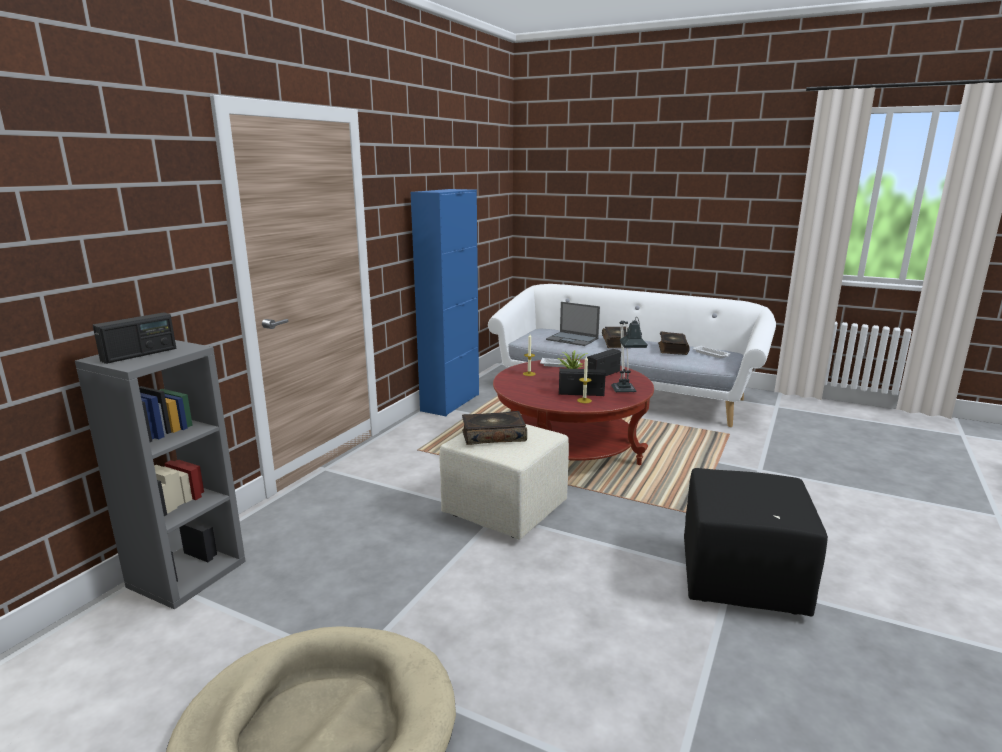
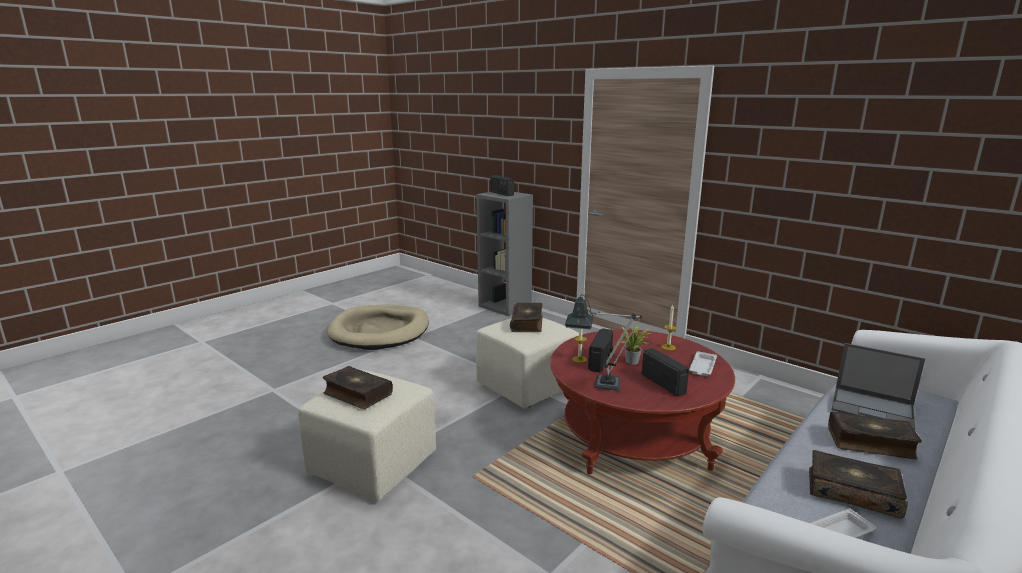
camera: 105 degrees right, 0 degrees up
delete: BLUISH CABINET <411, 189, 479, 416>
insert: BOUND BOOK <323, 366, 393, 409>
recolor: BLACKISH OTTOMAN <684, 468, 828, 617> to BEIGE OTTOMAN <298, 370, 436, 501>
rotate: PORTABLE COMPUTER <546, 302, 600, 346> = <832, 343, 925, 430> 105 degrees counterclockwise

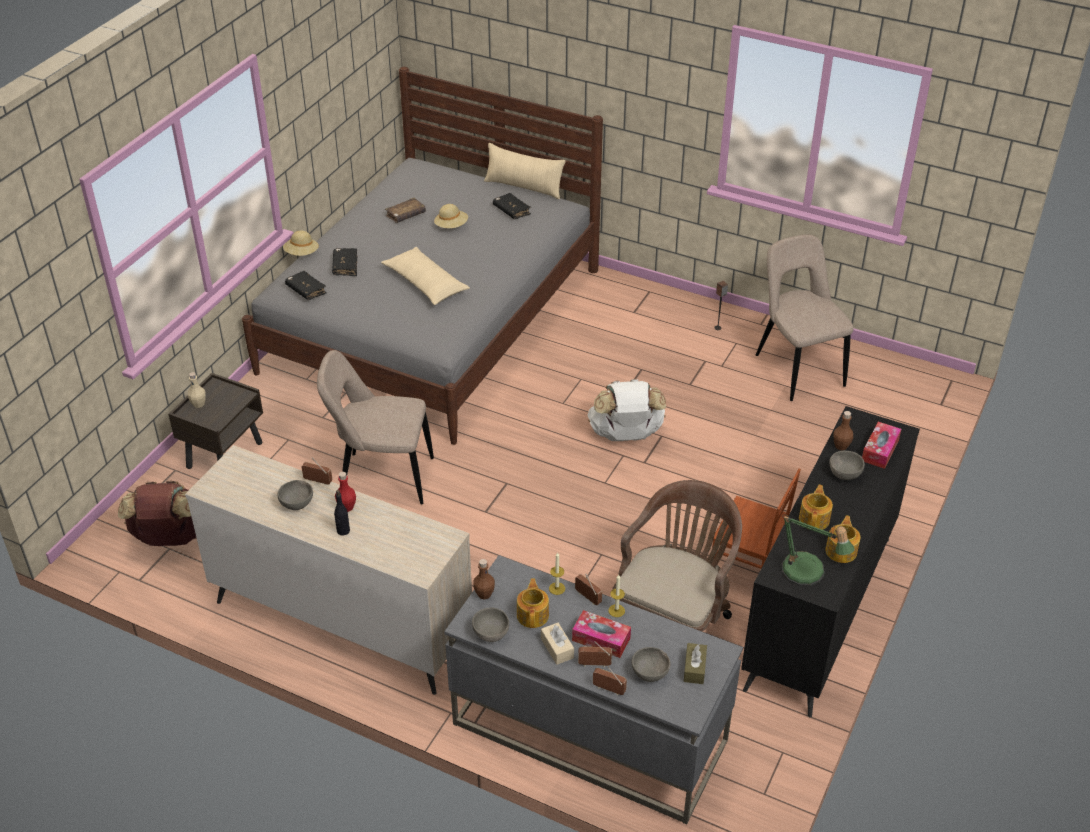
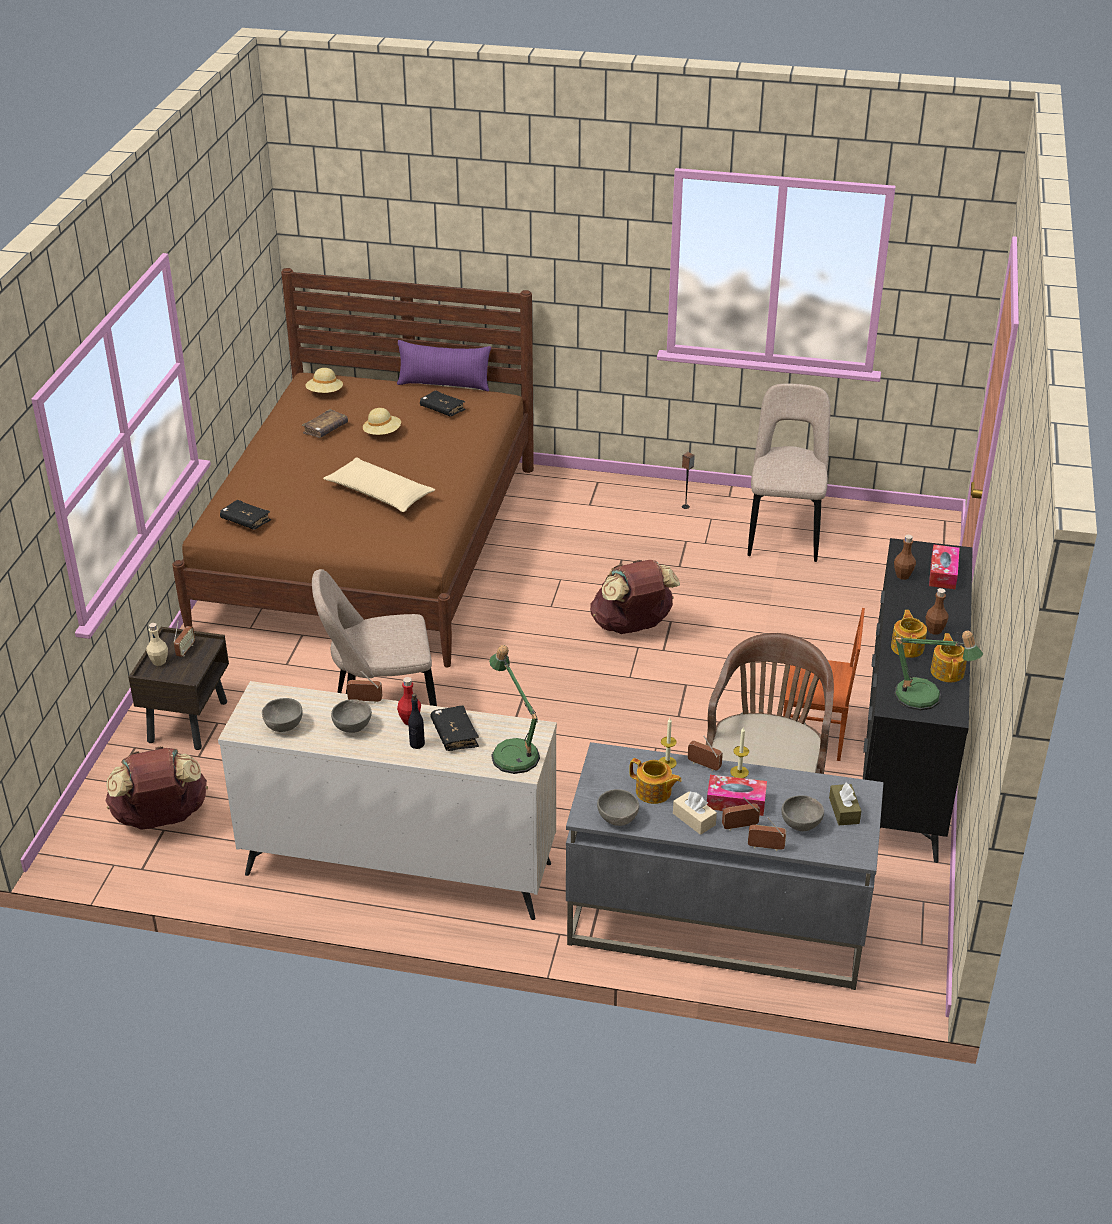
camera: 15 degrees left, 5 degrees down
insert: RADIO RECEIVER <173, 620, 195, 657>; TABLE LAMP <489, 645, 540, 774>
move: BEIGE HAT <283, 231, 319, 256> to <305, 368, 343, 393>; BLACKISH BOUND BOOK <332, 248, 357, 276> to <430, 705, 479, 751>; BROWN BOTTLE <473, 559, 495, 600> to <926, 588, 949, 635>; GRAY BOWL <829, 451, 865, 480> to <262, 698, 302, 732>
recolor: GRAY SLEEPING BED <242, 67, 603, 445> to BROWN SLEEPING BED <172, 268, 534, 668>; BEIGE CUSHION <484, 143, 566, 199> to PURPLISH CUSHION <397, 340, 491, 391>; WHITE-COLOURED KNAPSACK <588, 379, 666, 441> to BROWN KNAPSACK <590, 560, 680, 634>
rotate: TEAPOT <517, 578, 549, 628> = <629, 758, 682, 804> 135 degrees clockwise; BEIGE UPRIGHT CHAIR <756, 234, 854, 401> = <748, 384, 831, 562> 45 degrees clockwise

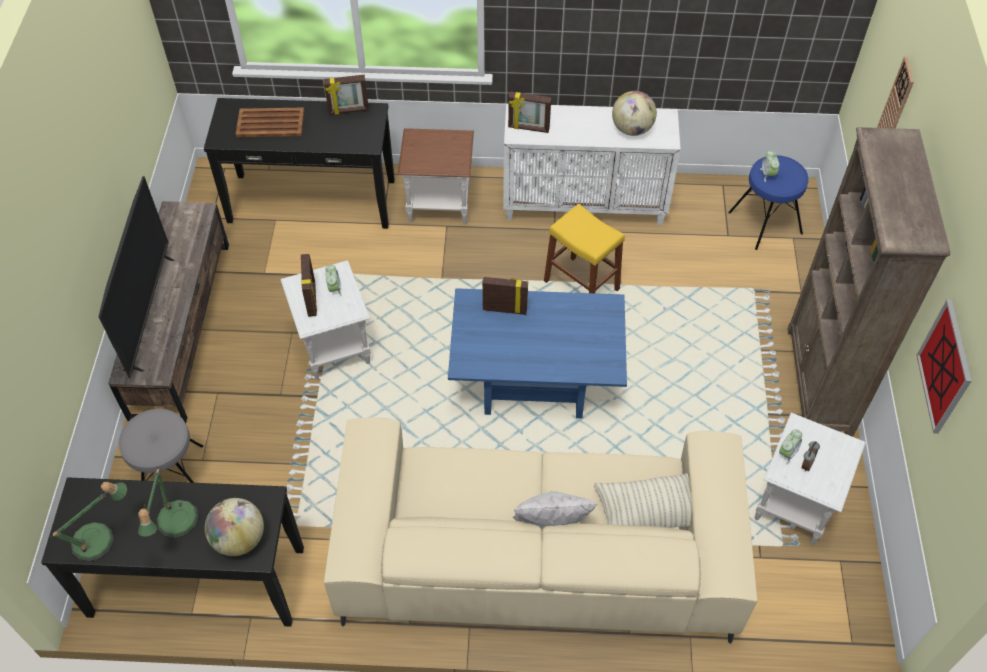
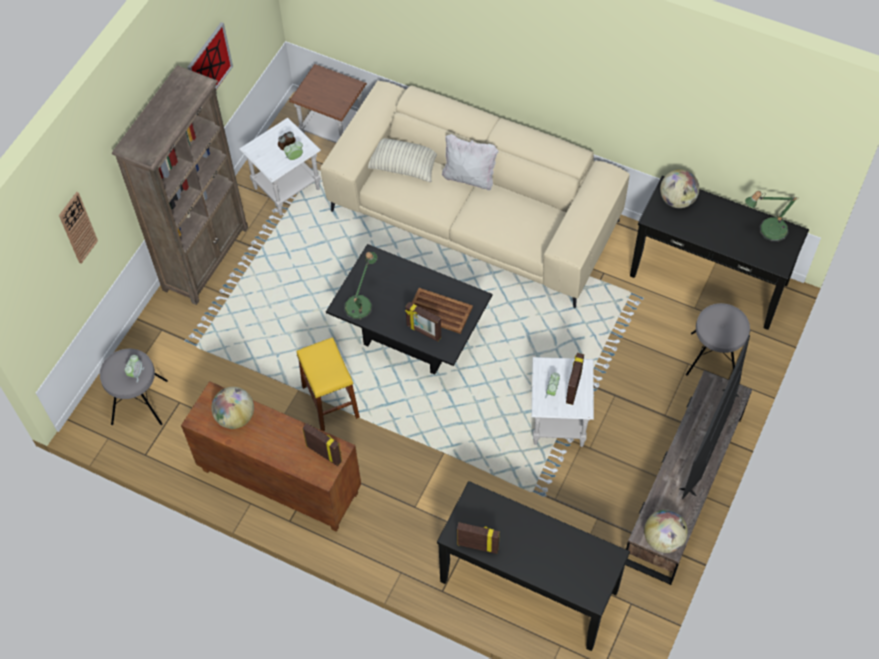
camera: 155 degrees left, 5 degrees up
insert: DESK GLOBE <644, 510, 688, 553>
move: TABLE LAMP <138, 467, 199, 538> to <344, 252, 377, 320>; BROWN CARRYING TRAY <236, 108, 304, 137> to <412, 288, 473, 334>; BROWN SIDE TABLE <398, 128, 474, 225> to <289, 64, 367, 143>
recolor: BLUISH COFFEE TABLE <448, 288, 627, 418> to BLACKISH COFFEE TABLE <326, 244, 492, 375>; WHITE-COLOURED CABINET <503, 103, 681, 225> to BROWN CABINET <181, 381, 361, 532>; BLUISH STOOL SEAT <728, 155, 809, 250> to GRAY STOOL SEAT <100, 349, 168, 425>

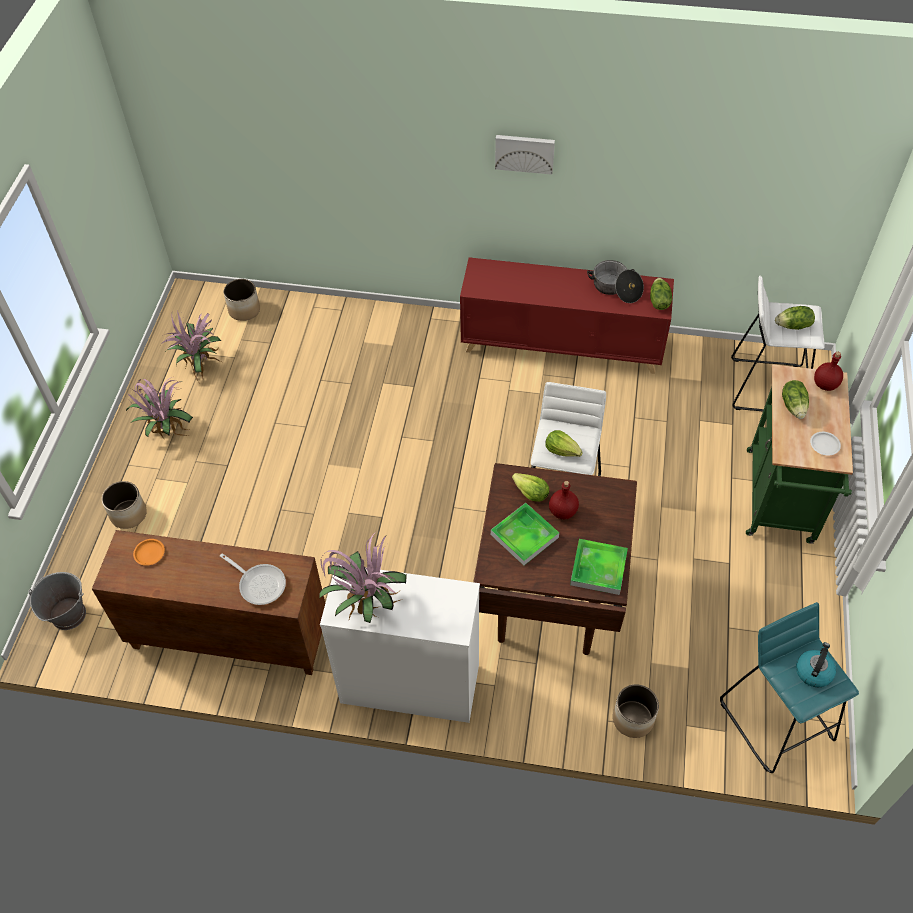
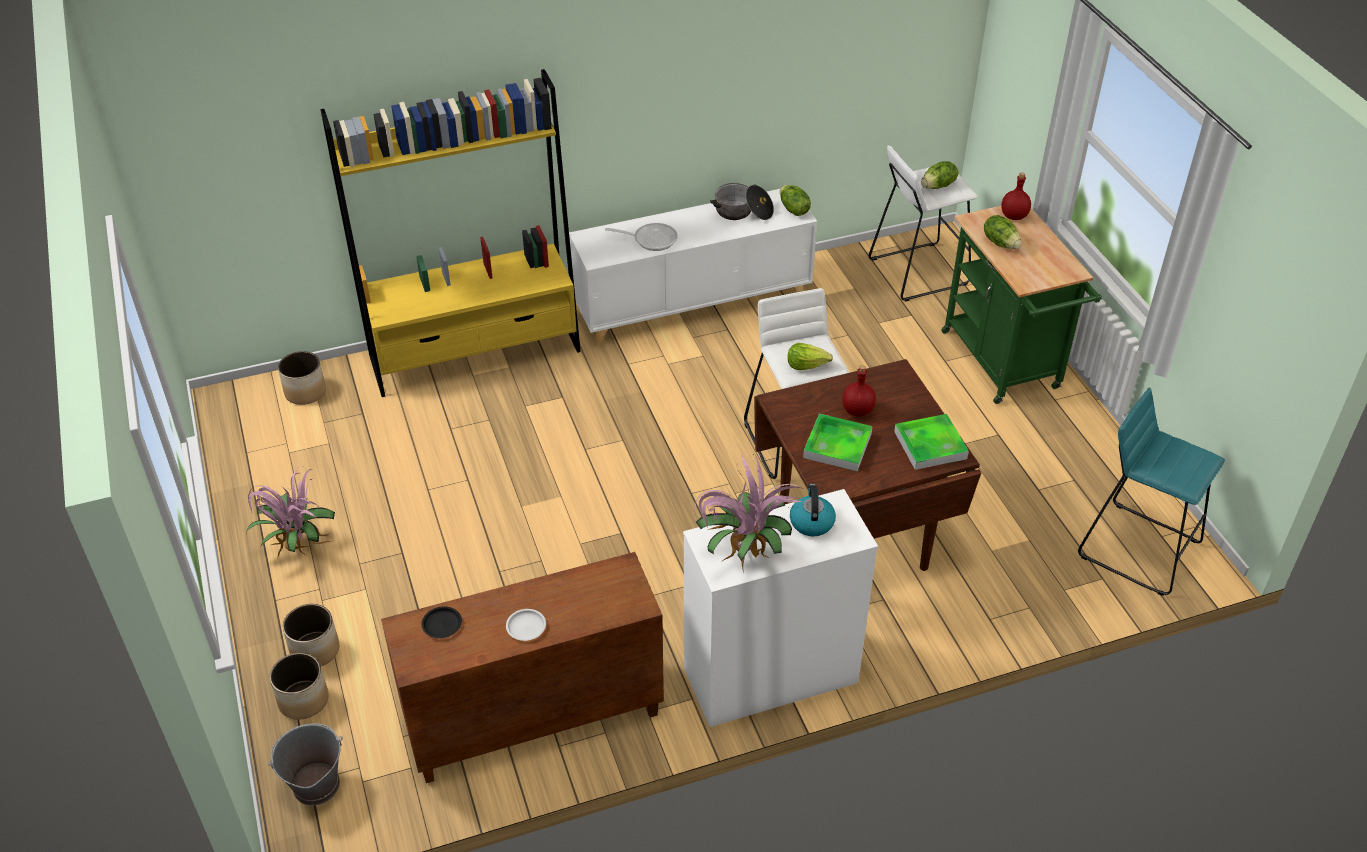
camera: 30 degrees left, 10 degrees down
delete: HOUSEPLANT <161, 310, 221, 384>; PICTURE <495, 135, 555, 175>; LETTUCE HEAD <512, 473, 549, 502>
insert: YELLOW BOOKCASE <321, 69, 581, 397>
move: PAN <220, 553, 286, 605> to <605, 223, 678, 251>; PLANT POT <613, 684, 659, 738> to <270, 653, 329, 720>; KETTLE <796, 642, 836, 688> to <790, 484, 836, 536>; WHITE-COLOURED DINNER PLATE <810, 432, 841, 455> to <506, 609, 546, 641>
recolor: ORANGEY DINNER PLATE <133, 539, 165, 566> to BLACKISH DINNER PLATE <421, 606, 462, 638>; RED CABINET <460, 257, 674, 374> to WHITE-COLOURED CABINET <569, 189, 817, 345>

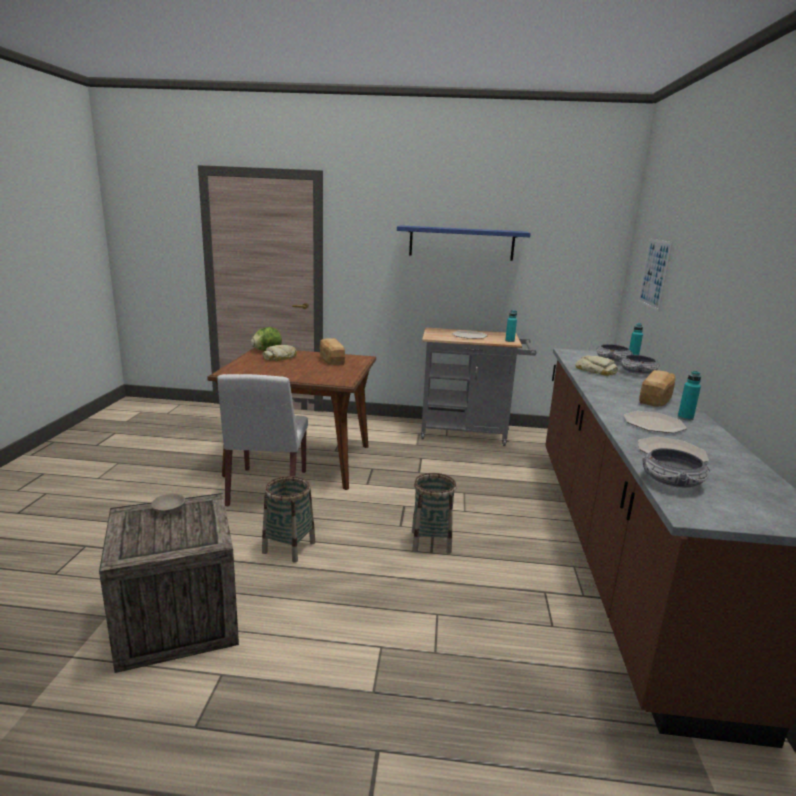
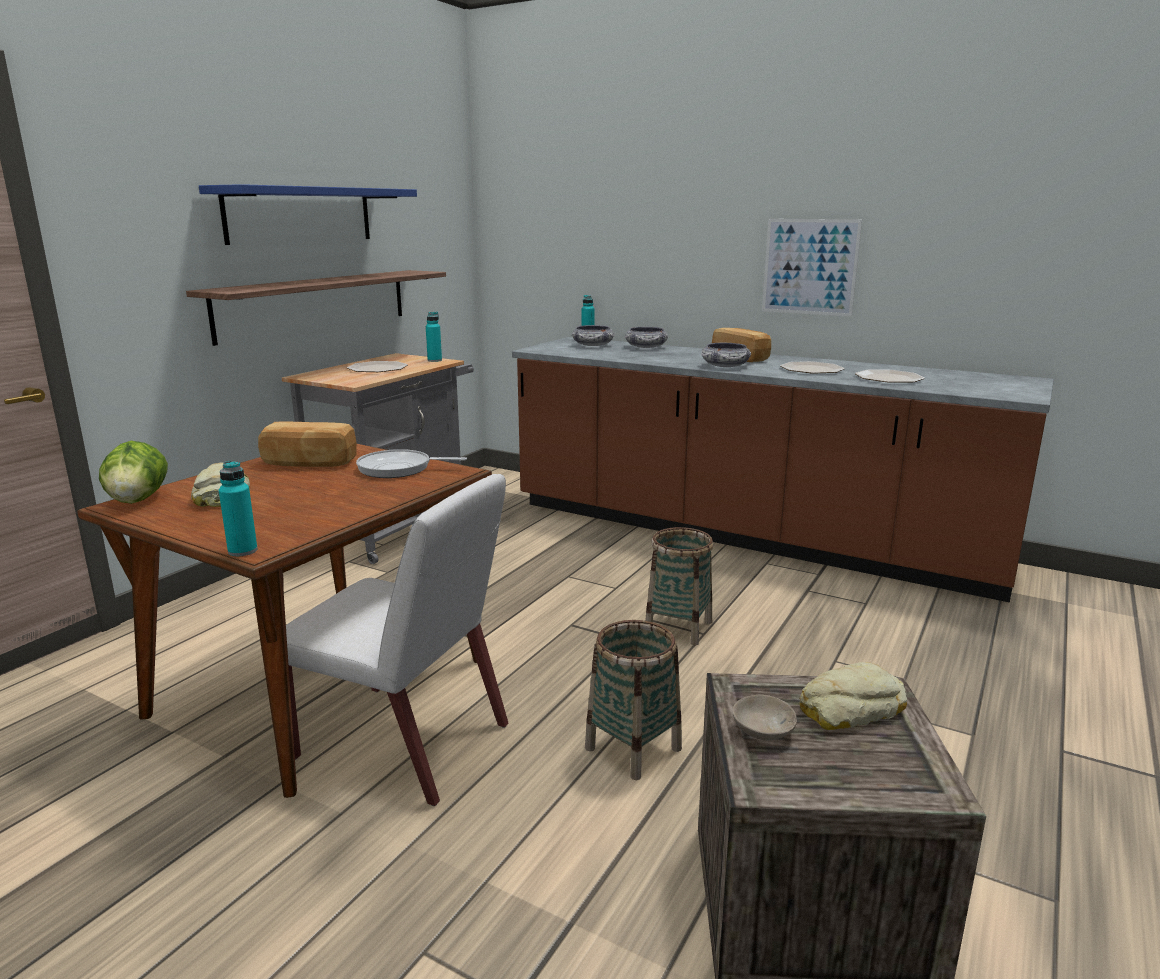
camera: 65 degrees left, 0 degrees up
insert: BRACKET SHELF <186, 270, 446, 346>; PAN <356, 449, 467, 478>
move: BREAD <576, 356, 618, 376> to <799, 662, 907, 730>; PICTURE <638, 239, 673, 312> to <762, 219, 862, 317>; BOWL <641, 448, 710, 488> to <701, 343, 751, 367>; BLUE-GREEN BOTTLE <678, 371, 701, 421> to <219, 461, 258, 556>

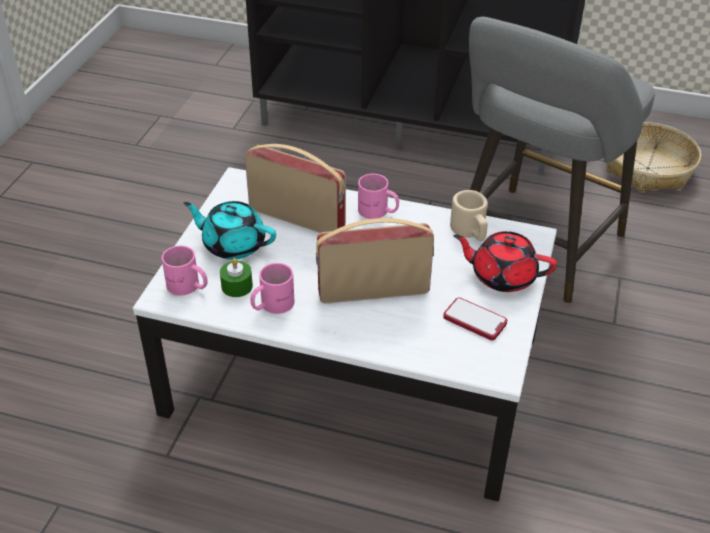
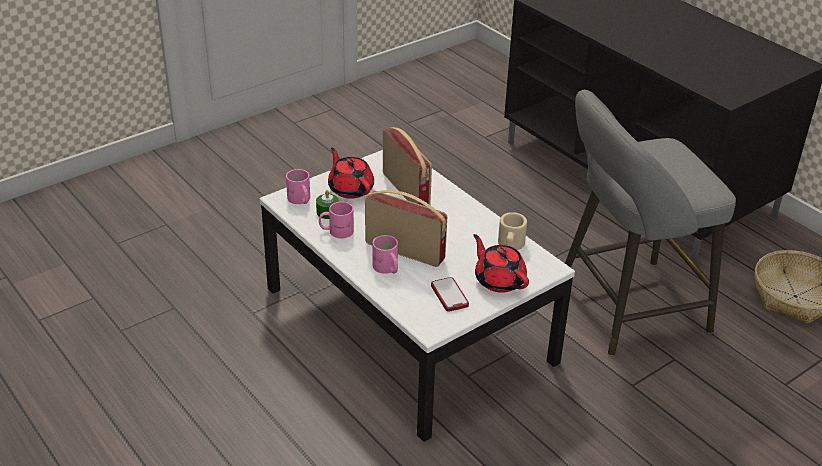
camera: 35 degrees right, 5 degrees down
move: PINK TEA MUG <358, 174, 399, 219> to <373, 235, 398, 274>
recolor: BLUE-GREEN TEAPOT <183, 201, 276, 260> to RED TEAPOT <328, 147, 374, 199>

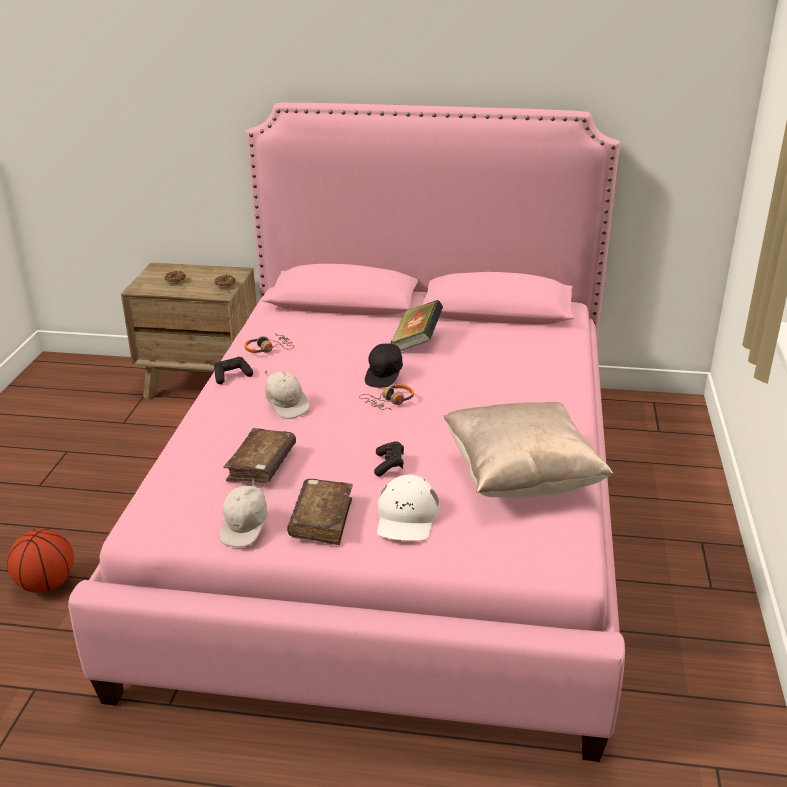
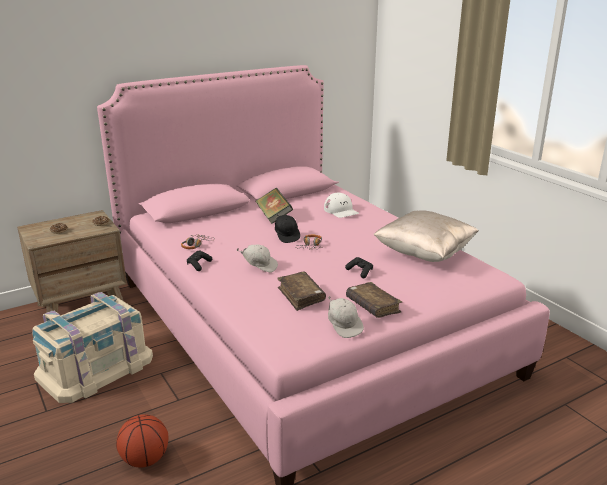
camera: 40 degrees left, 5 degrees down
insert: BEIGE STORAGE CONTAINER <32, 292, 153, 403>
move: WHITE-COLOURED CAP <377, 475, 440, 541> to <324, 193, 359, 218>

